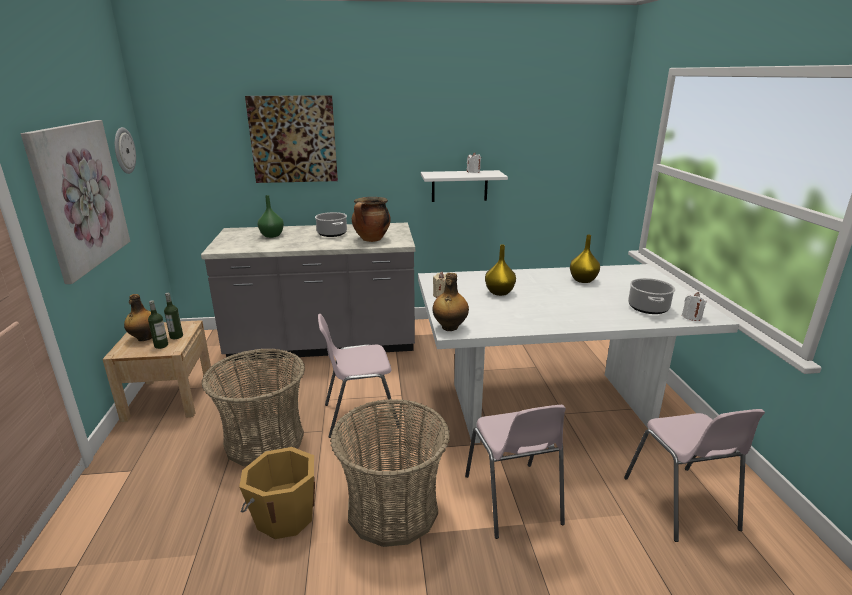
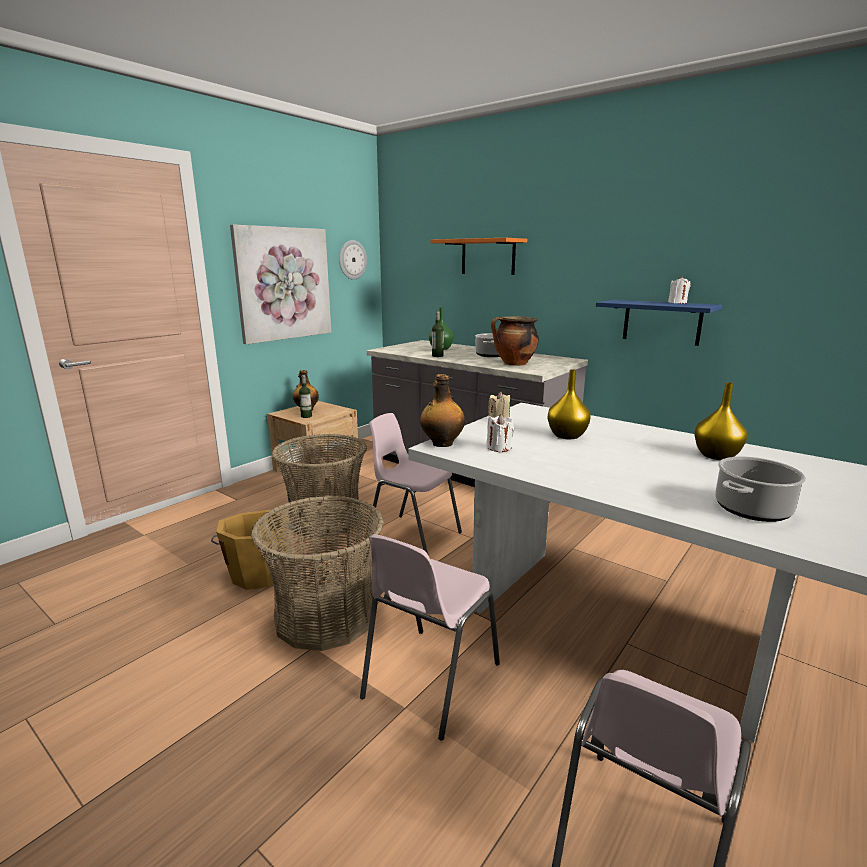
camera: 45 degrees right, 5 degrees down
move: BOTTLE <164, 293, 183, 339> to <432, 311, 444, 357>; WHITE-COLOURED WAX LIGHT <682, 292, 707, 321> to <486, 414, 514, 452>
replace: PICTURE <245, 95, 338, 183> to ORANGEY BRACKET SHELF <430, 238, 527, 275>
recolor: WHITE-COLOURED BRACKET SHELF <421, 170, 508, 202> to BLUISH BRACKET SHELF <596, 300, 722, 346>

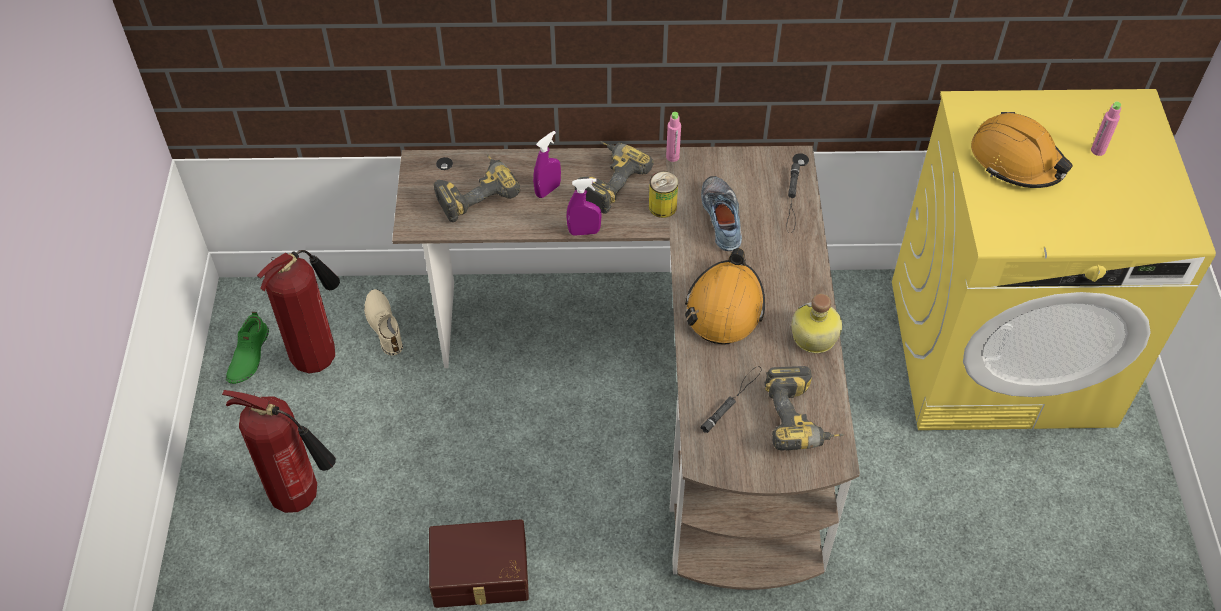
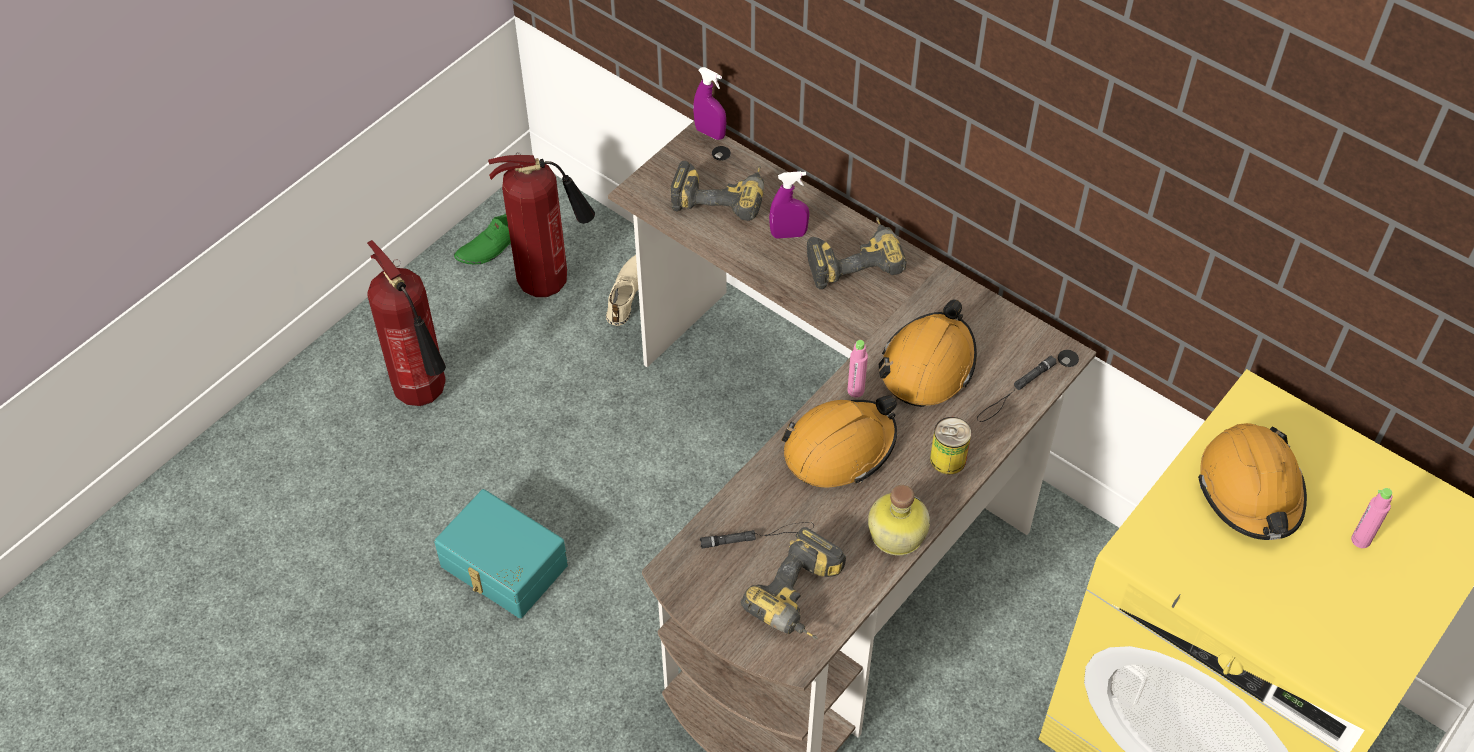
camera: 40 degrees right, 0 degrees up
move: PURPLISH SPRAYER <566, 178, 602, 236> to <693, 67, 726, 140>; METAL CAN <649, 171, 678, 218> to <930, 417, 971, 474>; PINK BOTTLE <666, 112, 681, 162> to <847, 340, 868, 397>
replace: LOW SHOE <701, 176, 742, 251> to ORANGEY HARD HAT <879, 299, 977, 407>
recolor: BROWN STORAGE CONTAINER <429, 519, 529, 608> to BLUE-GREEN STORAGE CONTAINER <434, 489, 568, 618>

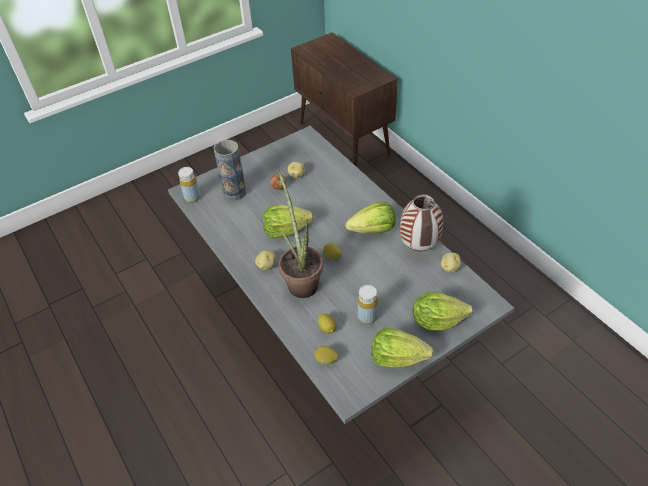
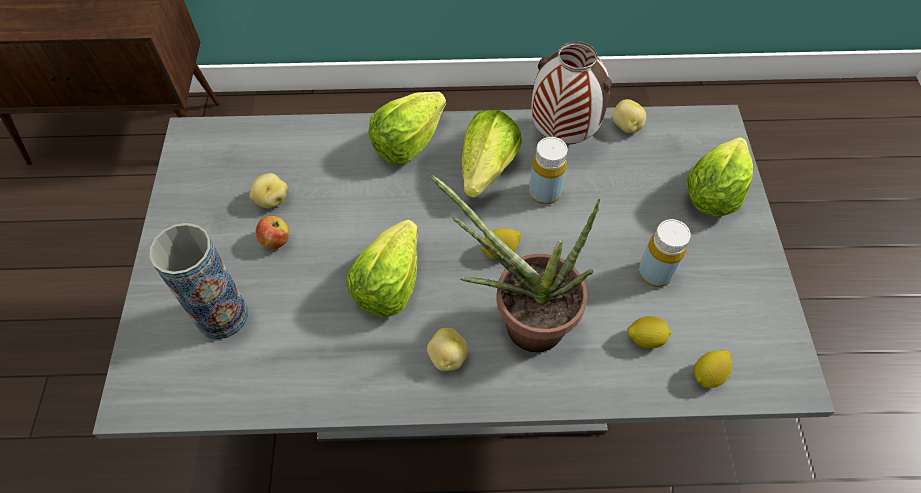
camera: 60 degrees left, 10 degrees up
move: YELLOW BOTTLE <178, 167, 200, 203> to <529, 137, 568, 205>; LETTUCE HEAD <371, 328, 434, 367> to <369, 92, 446, 165>

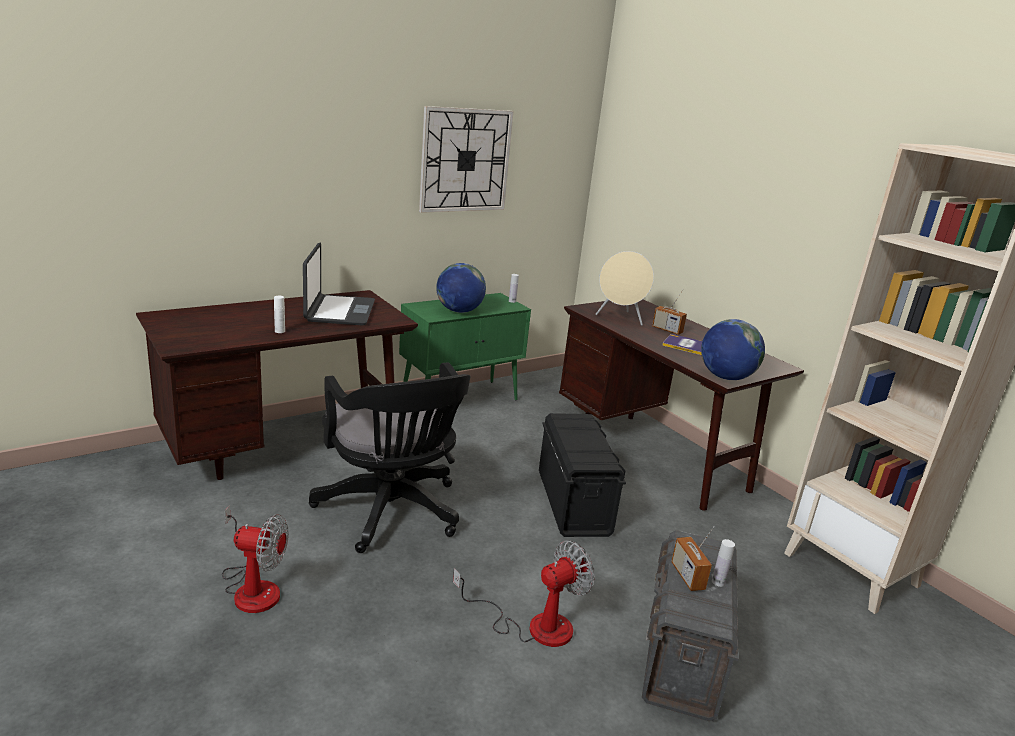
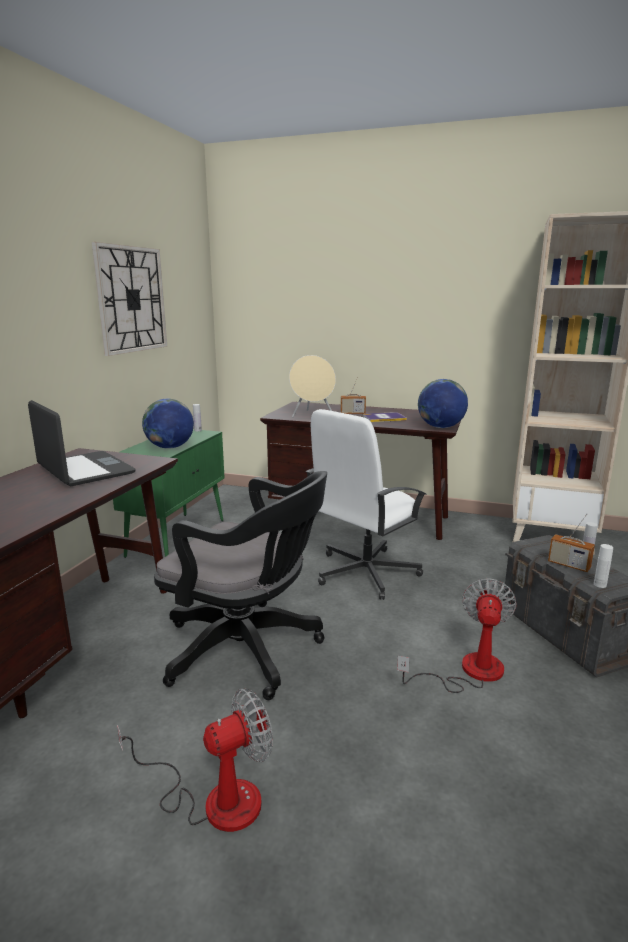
camera: 35 degrees left, 5 degrees down
move: WHITE-COLOURED BOTTLE <274, 296, 285, 333> to <594, 544, 613, 588>
replace: BLACKISH STORAGE CONTAINER <539, 413, 626, 537> to WHITE-COLOURED COMPUTER CHAIR <306, 409, 426, 600>

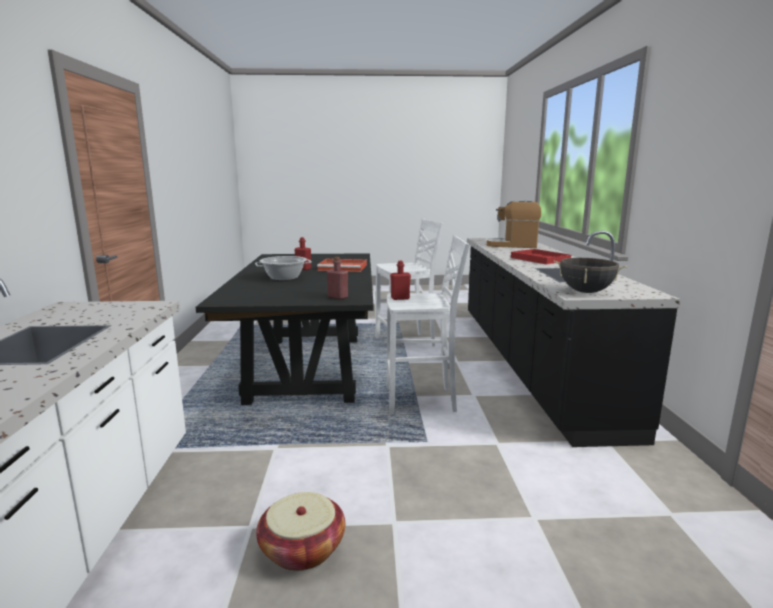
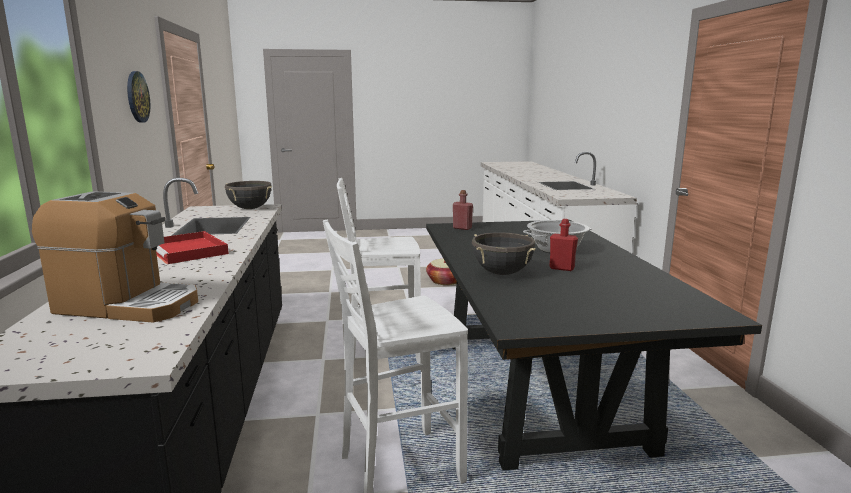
camera: 175 degrees right, 0 degrees up
delete: RED BOTTLE <390, 261, 411, 300>
insert: WALL CLOCK <127, 71, 150, 123>
replace: RED CARRYING TRAY <317, 259, 367, 272> to BLACKISH STOCKPOT <472, 232, 536, 275>

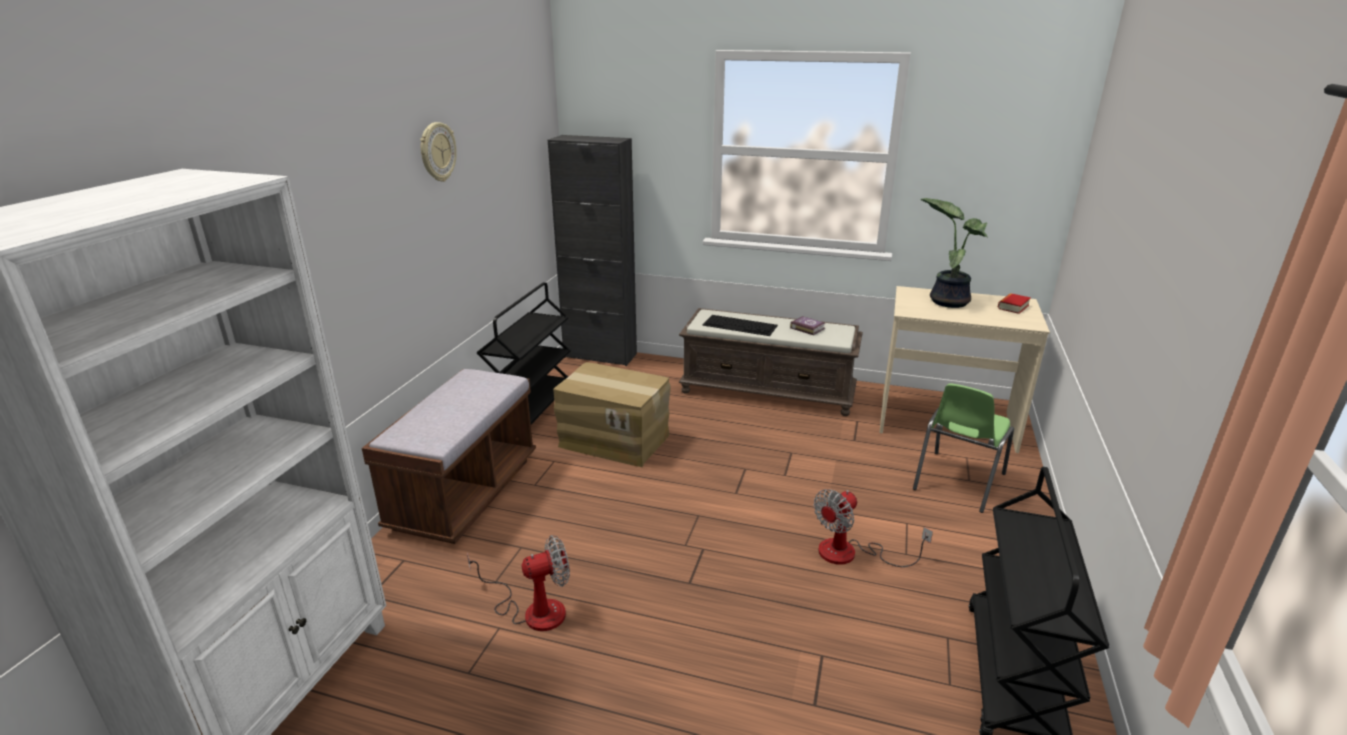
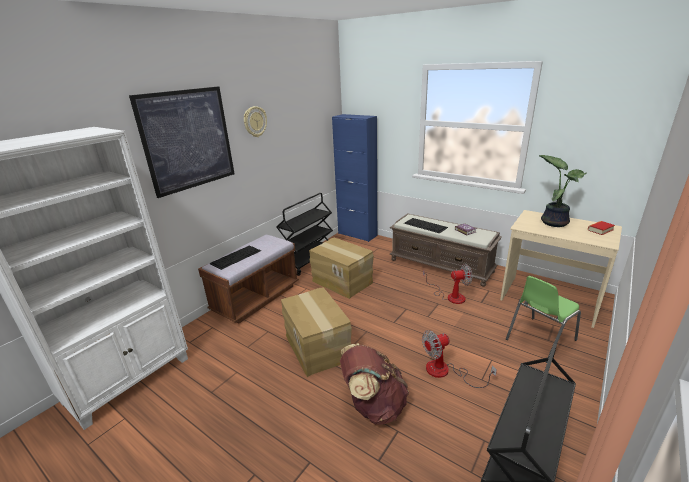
camera: 20 degrees right, 0 degrees up
insert: PICTURE <129, 86, 235, 198>; COMPUTER KEYBOARD <209, 245, 261, 270>; CARDBOARD BOX <281, 287, 352, 377>; BROWN KNAPSACK <340, 343, 409, 425>
move: COOLING FAN <467, 535, 570, 631> to <423, 264, 472, 304>
recolor: BLACKISH CABINET <548, 135, 637, 366> to BLUISH CABINET <332, 114, 377, 242>

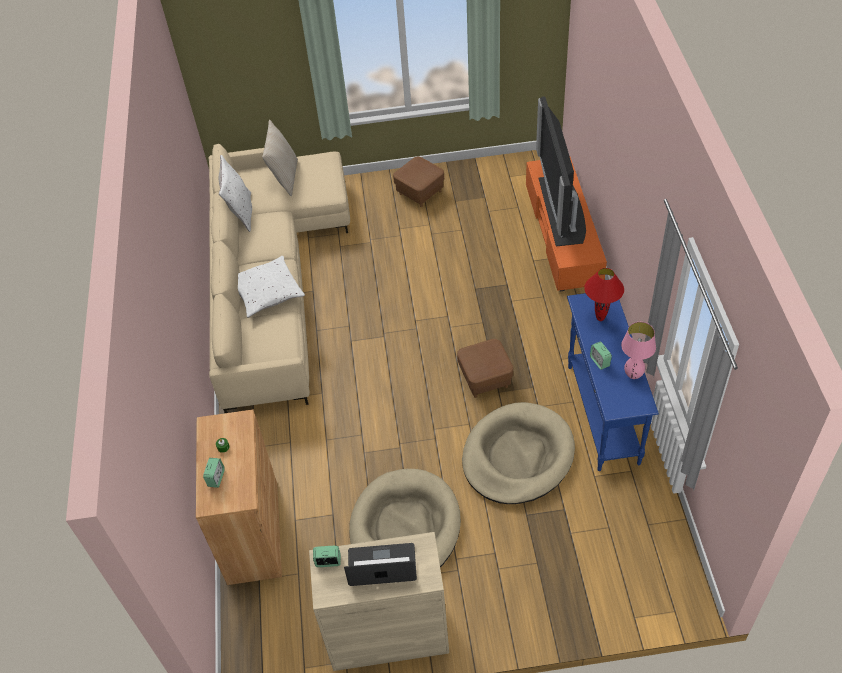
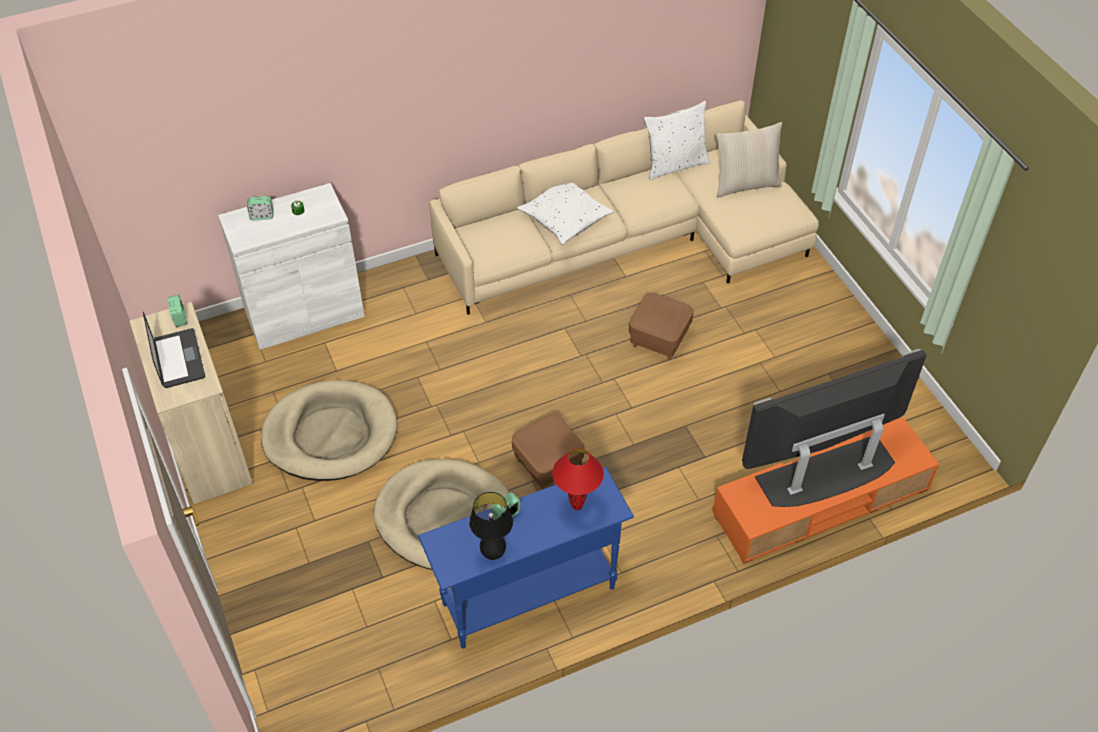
camera: 70 degrees right, 0 degrees up
move: BROWN OTTOMAN <393, 157, 444, 207> to <629, 293, 694, 360>
recolor: BROWN CABINET <196, 409, 282, 585> to WHITE-COLOURED CABINET <218, 183, 365, 350>; PINK TABLE LAMP <621, 322, 656, 379> to BLACKISH TABLE LAMP <469, 492, 513, 560>

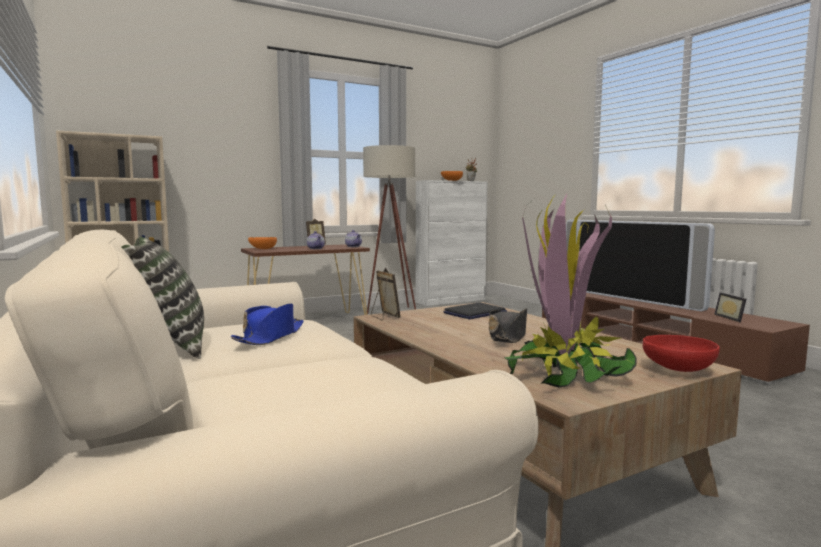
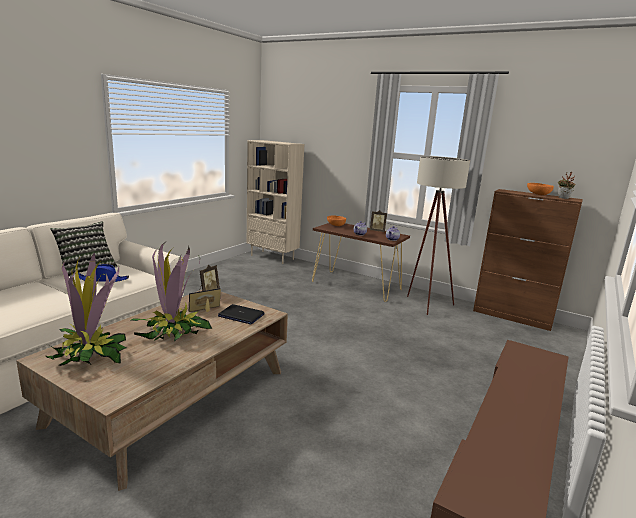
camera: 60 degrees right, 10 degrees up
delete: TV SET <566, 220, 715, 312>; RED BOWL <643, 335, 720, 372>
move: STANDING FRAME <714, 293, 747, 323> to <189, 288, 221, 312>
replace: BLACKISH HAT <489, 308, 527, 343> to HOUSEPLANT <131, 242, 212, 341>
recolor: WHITE-COLOURED CABINET <416, 180, 488, 306> to BROWN CABINET <473, 189, 583, 331>

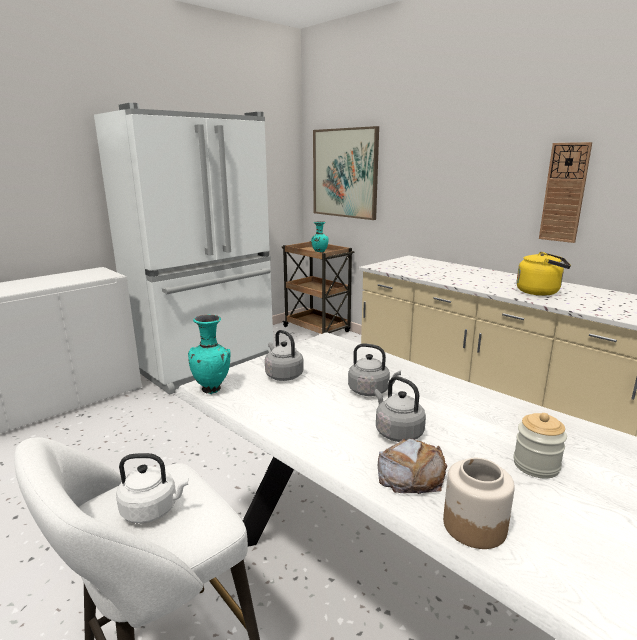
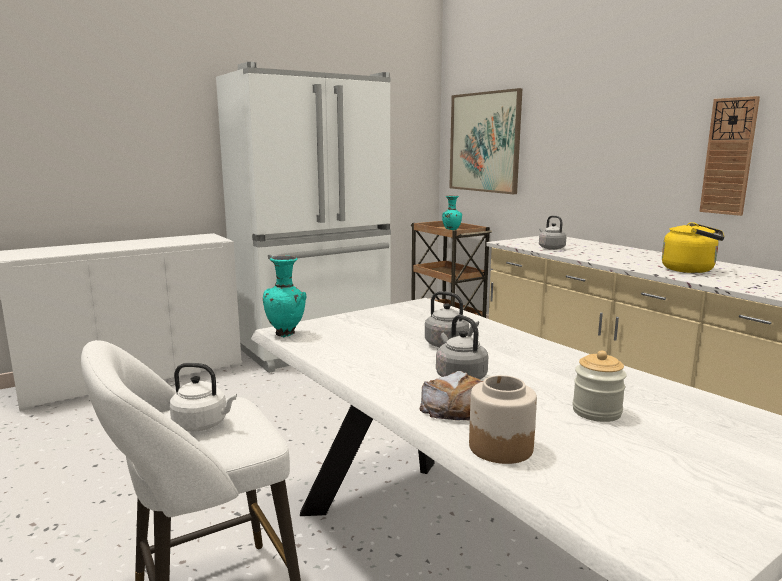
camera: 10 degrees right, 5 degrees down
move: GRAY KETTLE <265, 330, 304, 381> to <539, 215, 567, 250>

